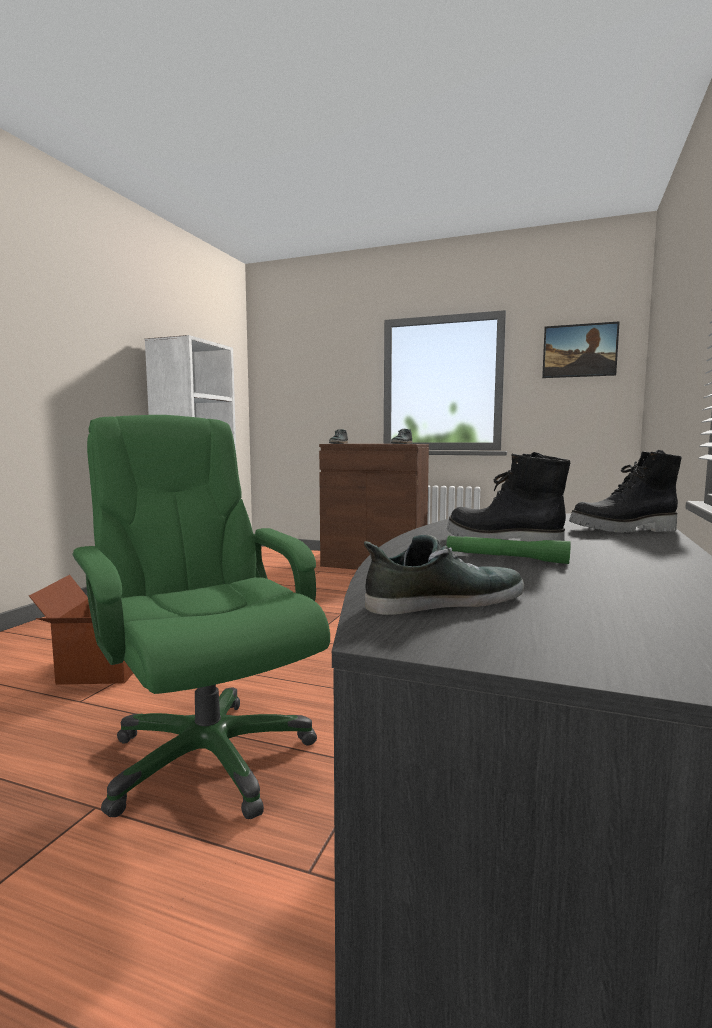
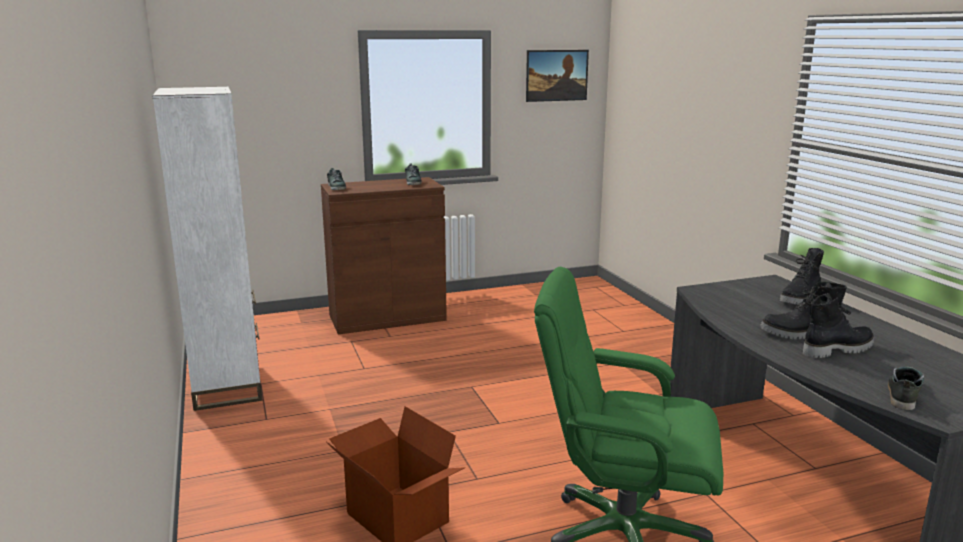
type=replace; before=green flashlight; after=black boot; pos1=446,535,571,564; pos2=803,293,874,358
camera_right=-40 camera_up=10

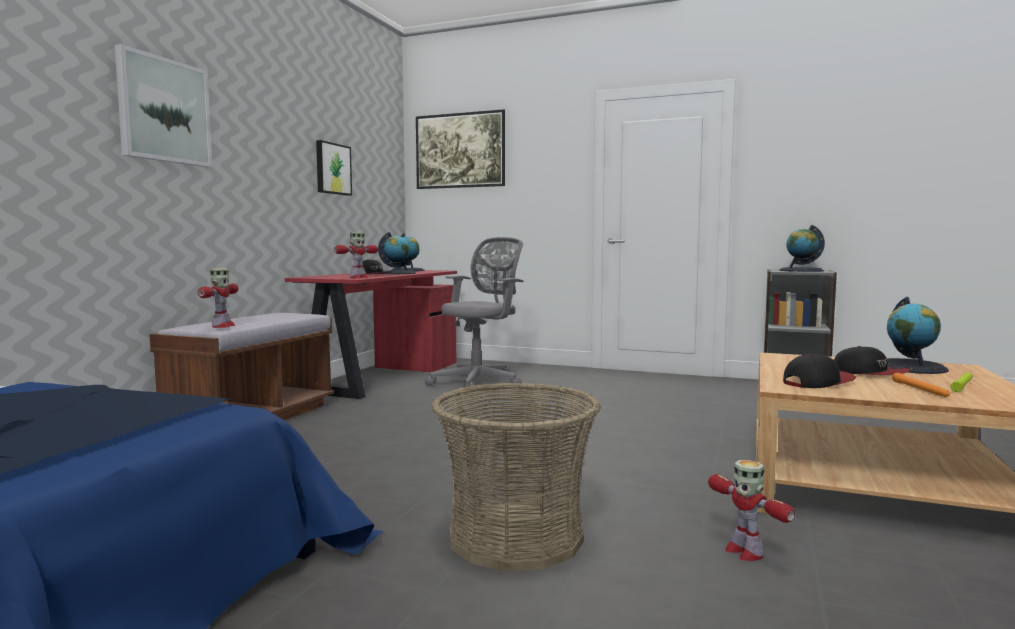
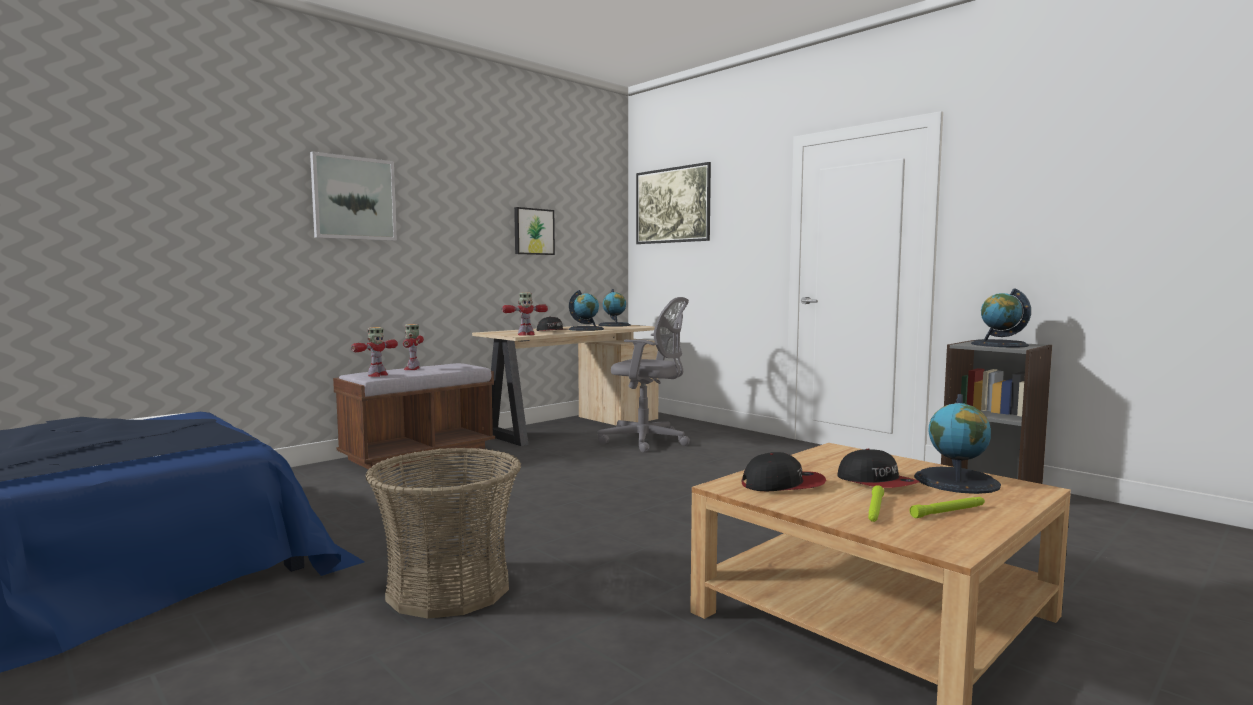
type=recolor; before=red desk; after=beige desk; pos1=285,270,457,399; pos2=472,325,659,446
type=rotate; before=grey office chair; pos1=424,237,524,392; pos2=598,297,690,453; turn=45
type=move; before=toy robot; pos1=708,460,795,561; pos2=403,324,424,370
type=recolor; before=orange flashlight; after=green flashlight; pos1=892,373,950,397; pos2=868,485,884,522
camera_right=25 camera_up=0

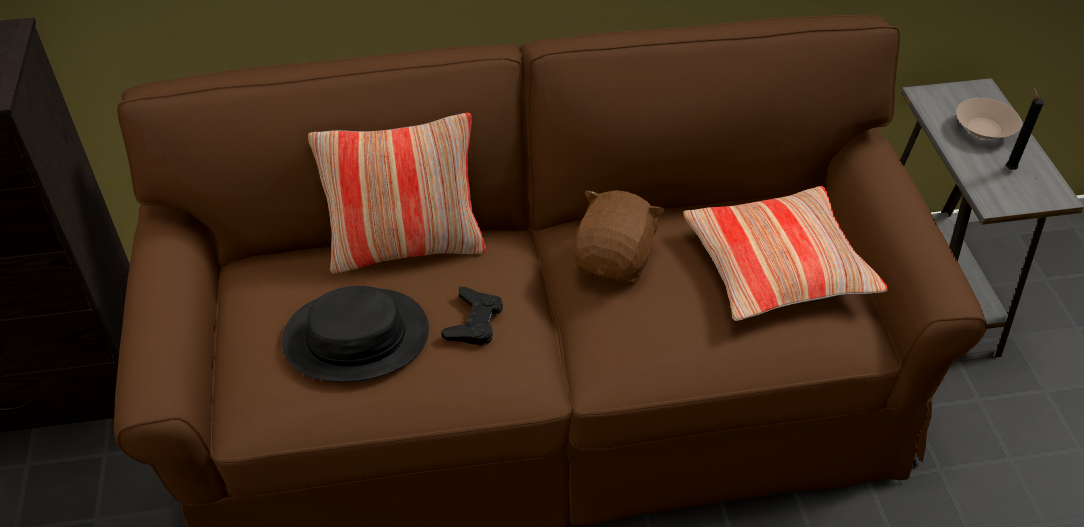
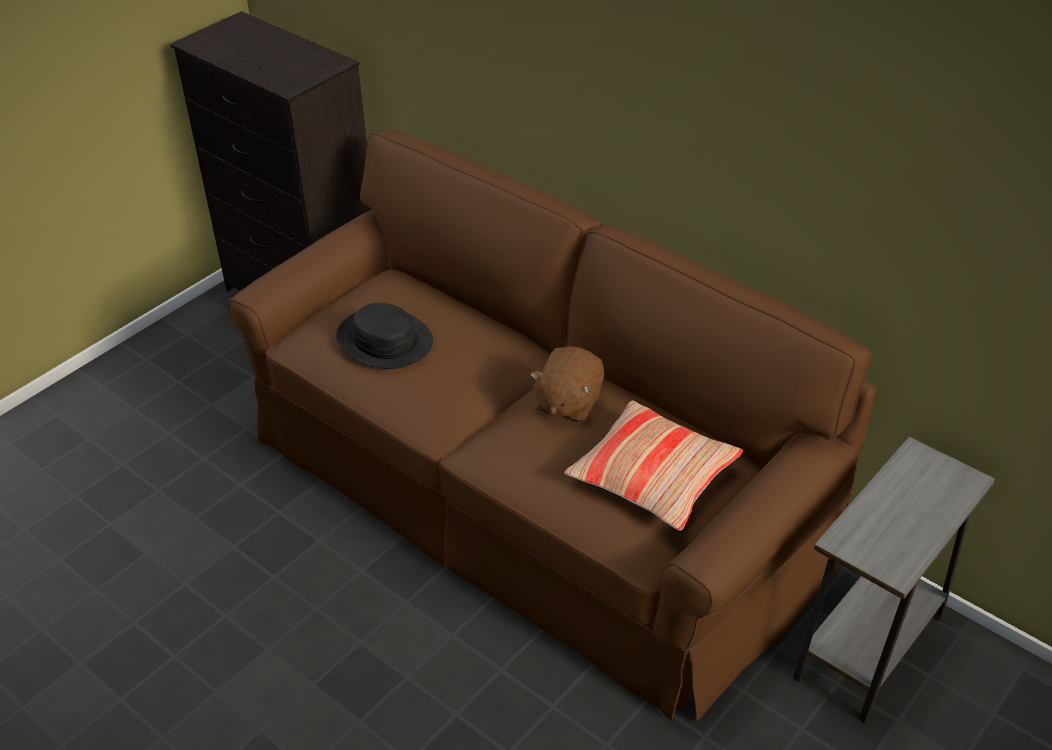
type=delete; before=pillow; pos1=308,113,486,274
type=delete; before=black game controller; pos1=441,287,503,346
type=rotate; before=brown plush toy; pos1=572,190,665,284; pos2=530,346,604,423; turn=135
type=delete; before=beige bowl; pos1=956,98,1021,139
type=delete; before=black candle; pos1=1006,87,1044,170
camera_right=50 camera_up=-5

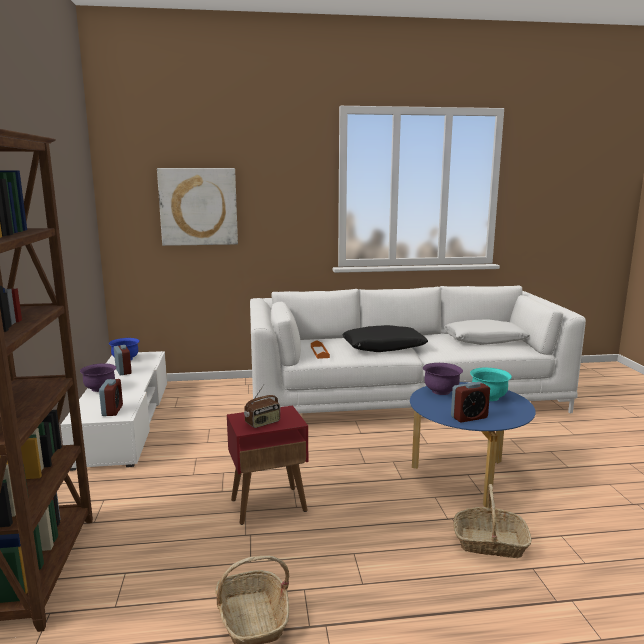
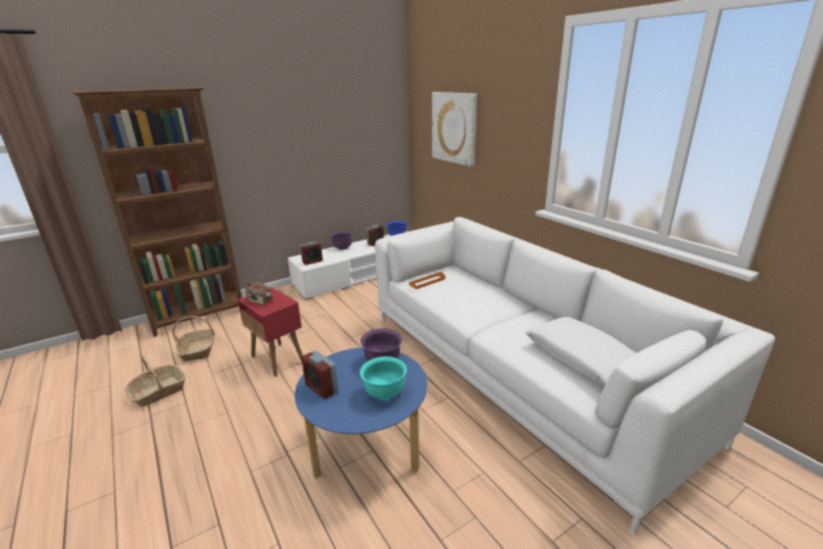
type=delete; before=black pillow; pos1=342,325,428,352
type=move; before=basket; pos1=453,484,532,558; pos2=172,316,216,361
camera_right=65 camera_up=10

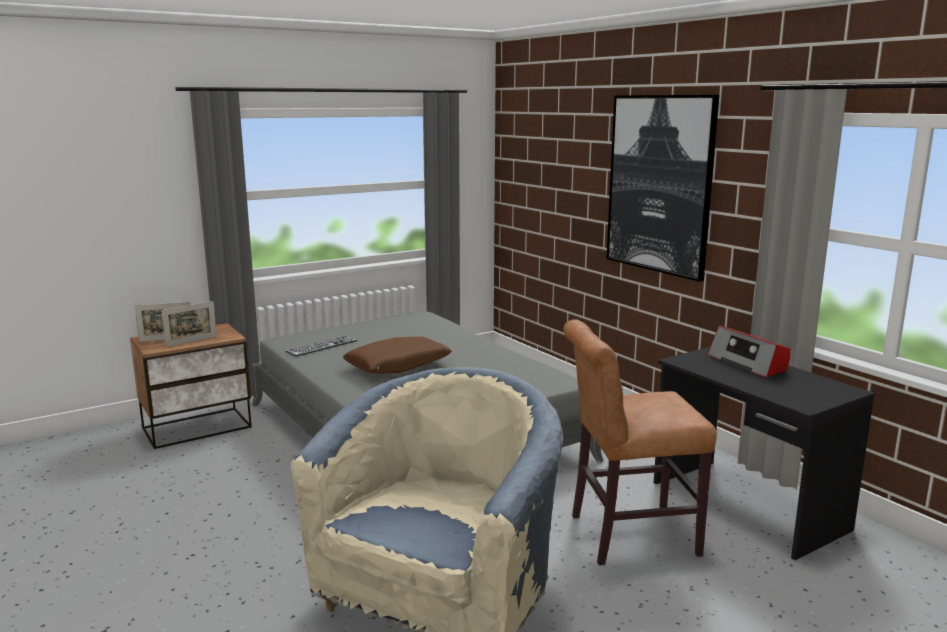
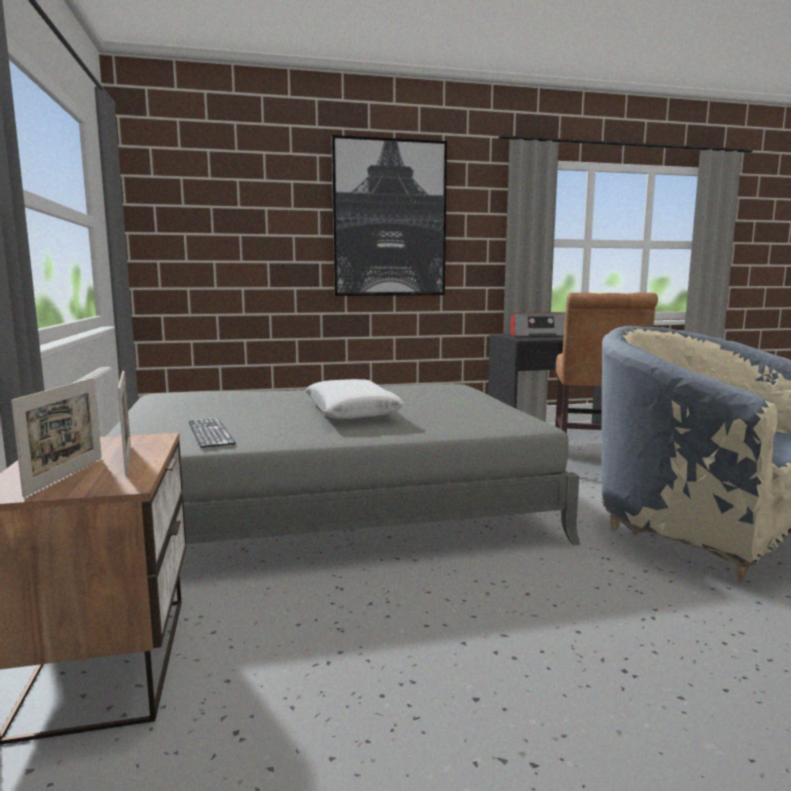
type=recolor; before=brown pillow; after=white pillow; pos1=343,336,452,374; pos2=306,379,405,419
camera_right=-70 camera_up=-5

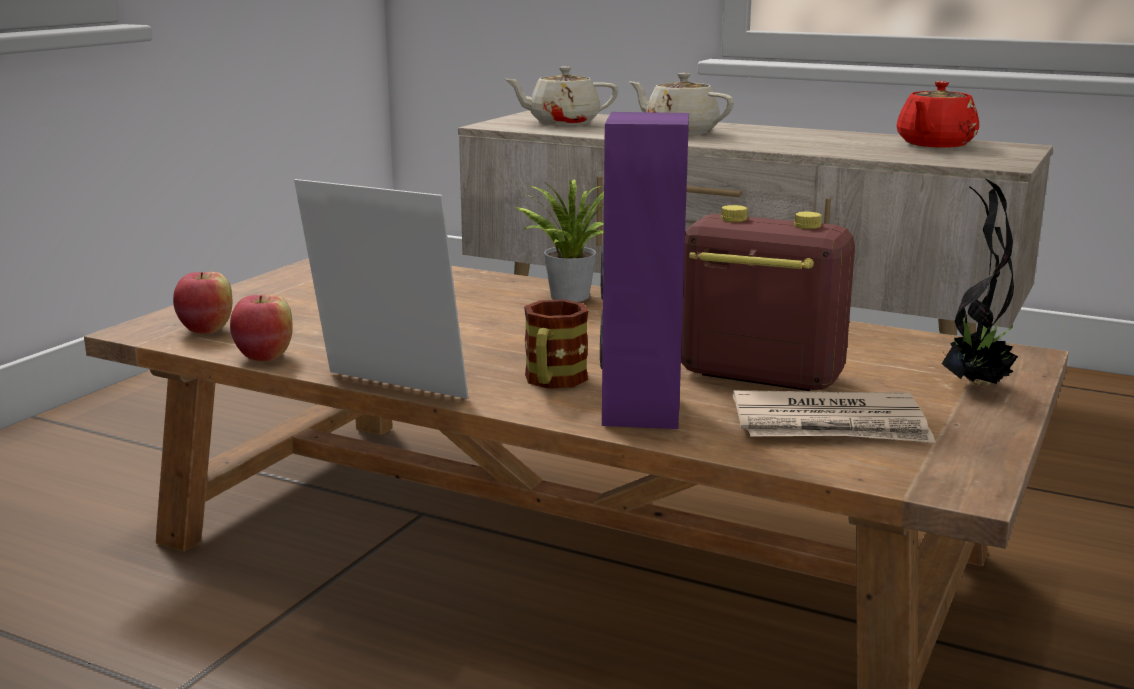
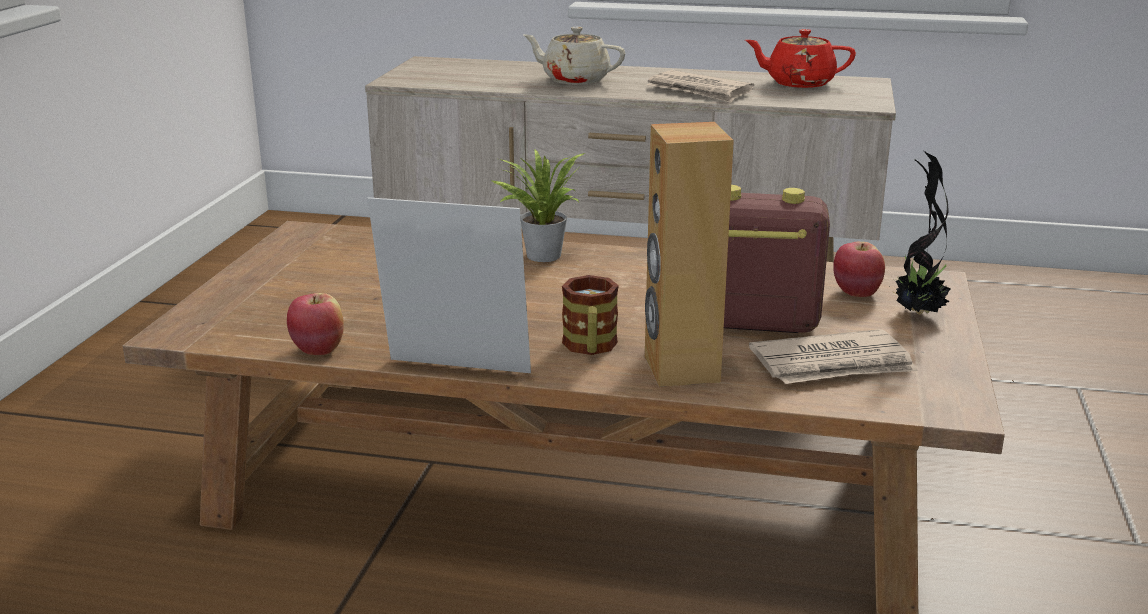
type=move; before=apple; pos1=173,272,232,334; pos2=833,242,885,297
type=delete; before=beige teapot; pos1=504,66,618,126
type=recolor; before=purple speaker; after=brown speaker; pos1=600,112,689,429; pos2=645,122,734,387
type=rotate; before=red teapot; pos1=897,81,979,148; pos2=745,29,856,88; turn=75
type=insert; after=newspaper; pos2=647,70,754,103
camera_right=-15 camera_up=5

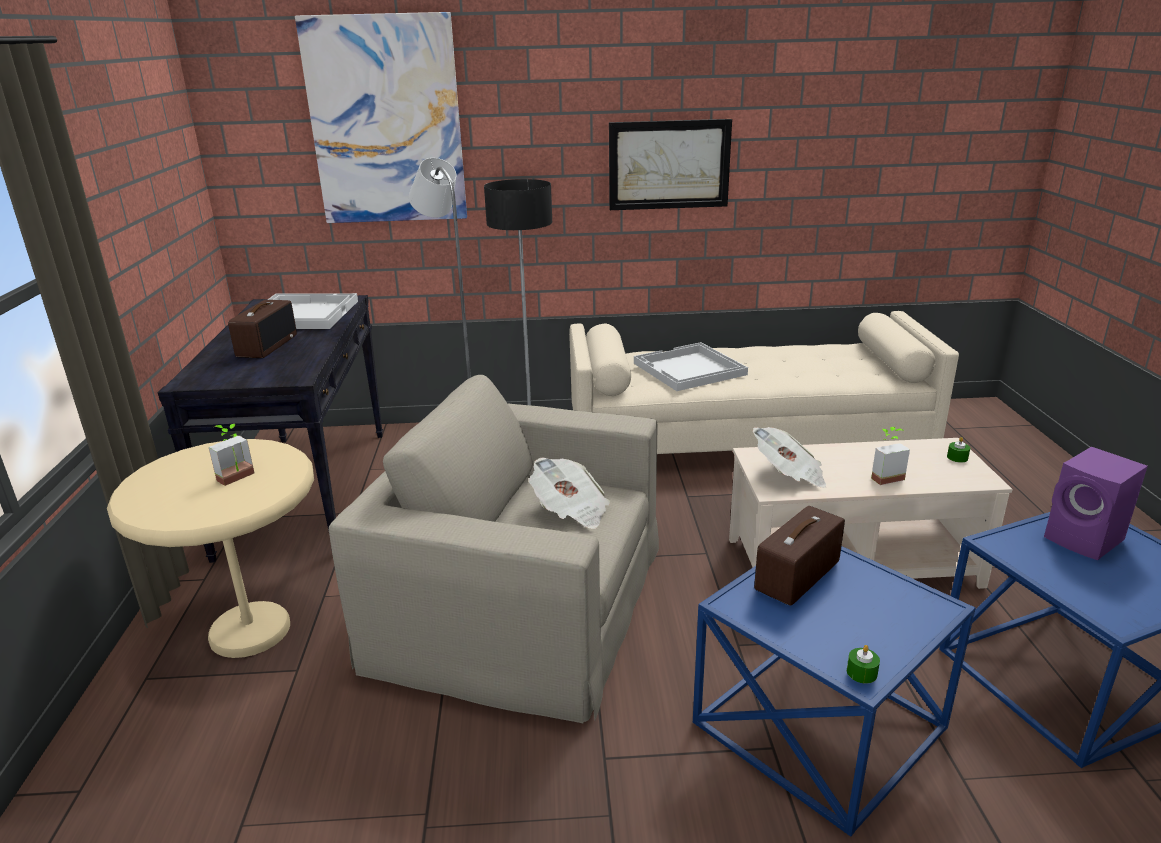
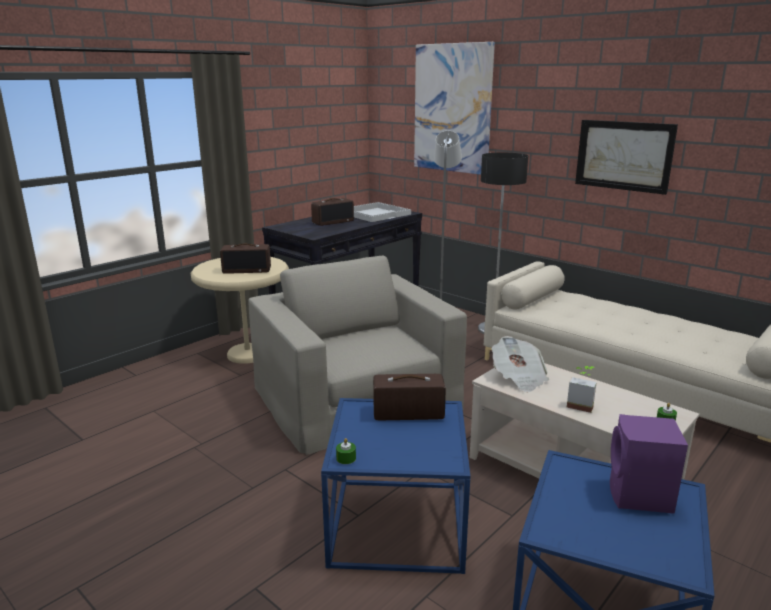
type=replace; before=potted plant; after=radio; pos1=209,424,254,486; pos2=220,243,271,274
type=delete; before=newspaper; pos1=529,457,610,529
type=delete; before=white tray; pos1=634,342,748,391
camera_right=45 camera_up=-5

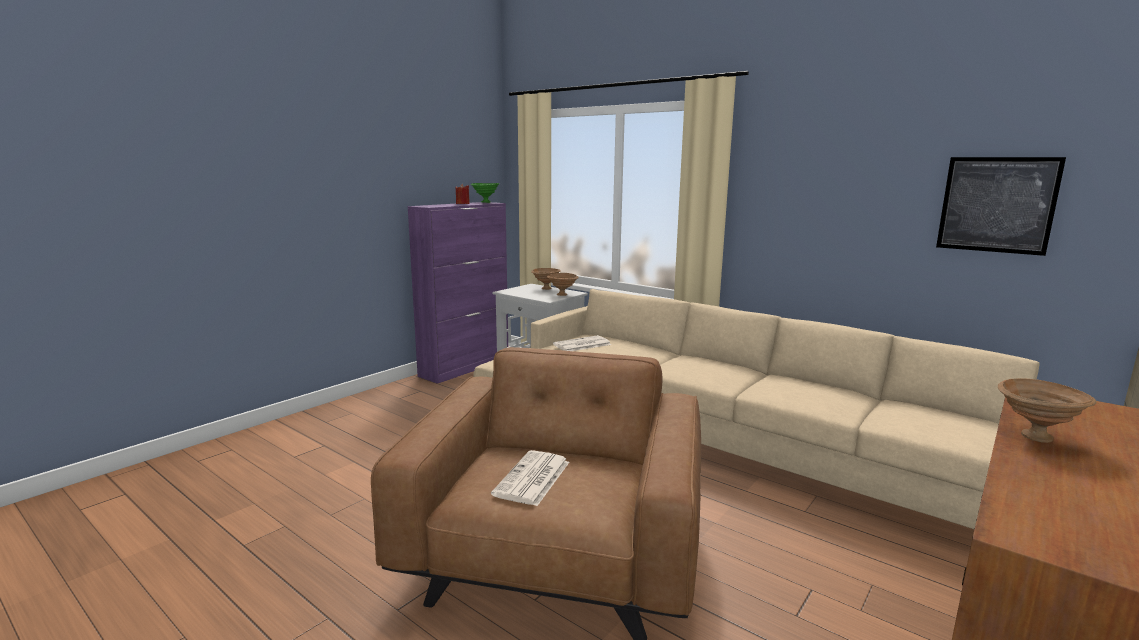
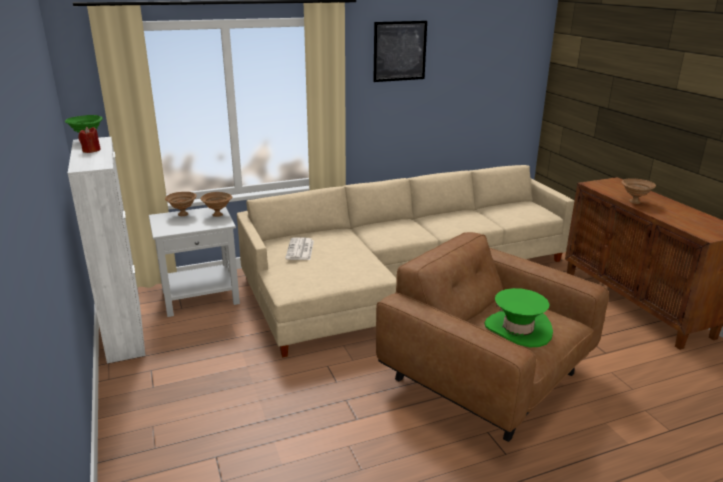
type=recolor; before=purple cabinet; after=white cabinet; pos1=408,202,508,384; pos2=68,137,146,363
type=replace; before=newspaper; after=green hat; pos1=491,450,569,506; pos2=484,288,553,347
type=move; before=picture; pos1=936,157,1066,256; pos2=373,21,427,82
camera_right=-60 camera_up=10

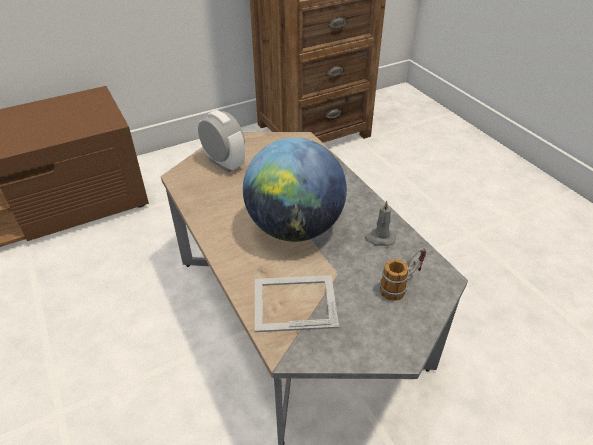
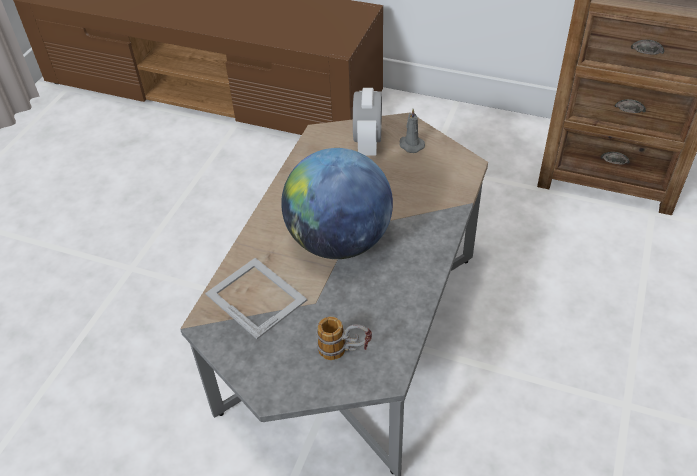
type=move; before=grey candle; pos1=365,201,396,246; pos2=399,109,425,153
camera_right=50 camera_up=5

